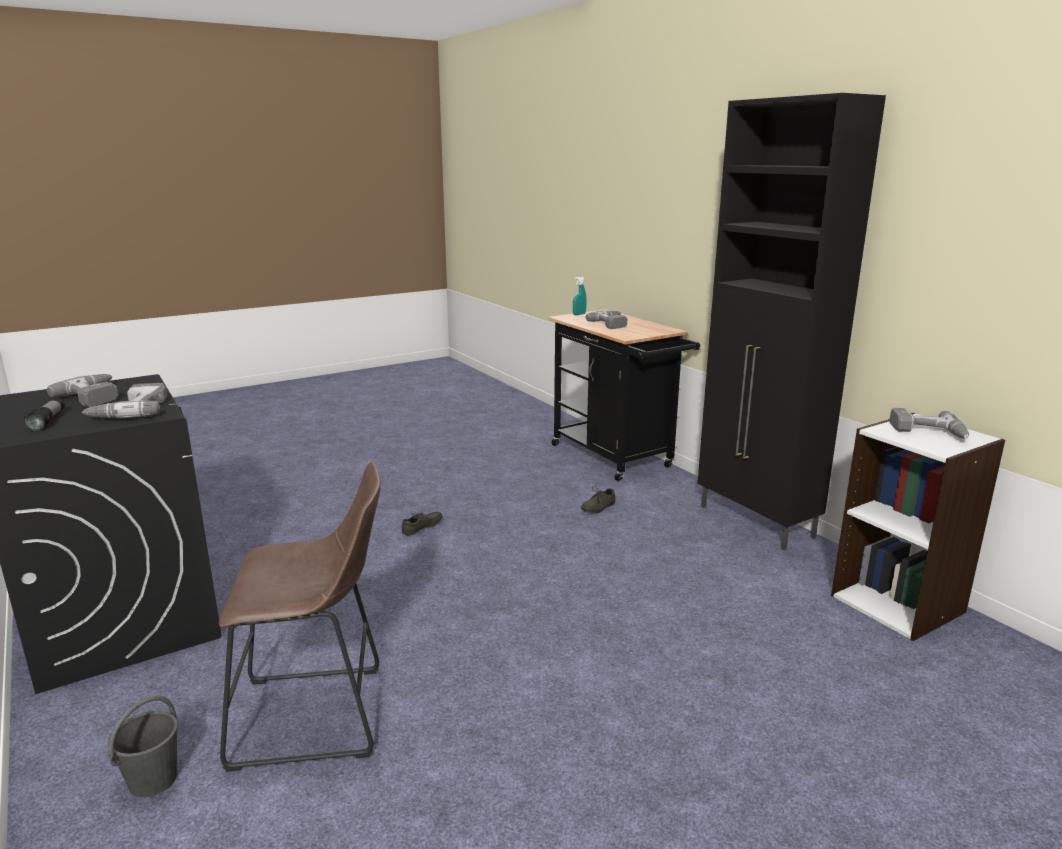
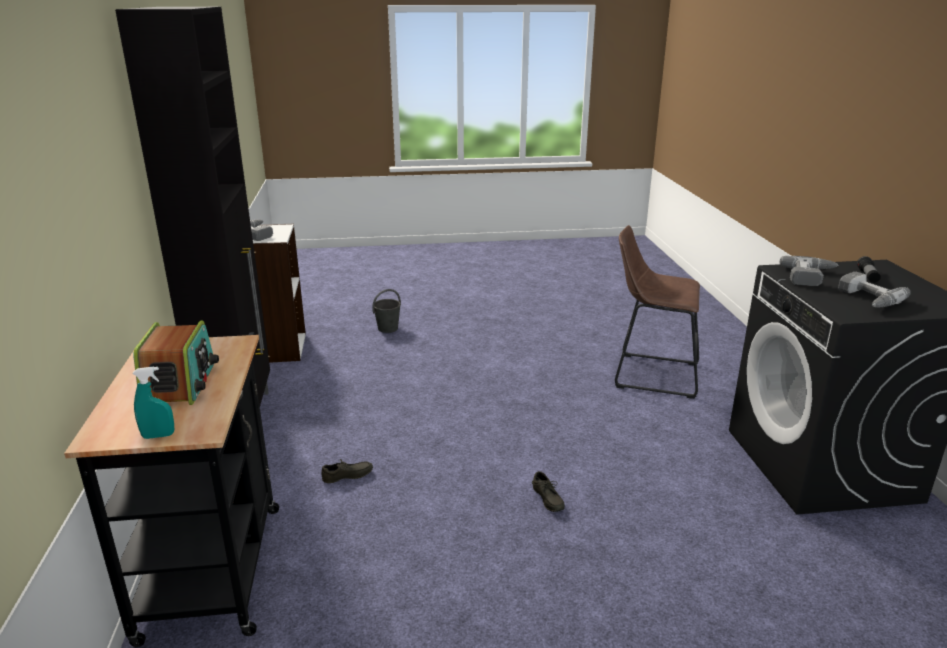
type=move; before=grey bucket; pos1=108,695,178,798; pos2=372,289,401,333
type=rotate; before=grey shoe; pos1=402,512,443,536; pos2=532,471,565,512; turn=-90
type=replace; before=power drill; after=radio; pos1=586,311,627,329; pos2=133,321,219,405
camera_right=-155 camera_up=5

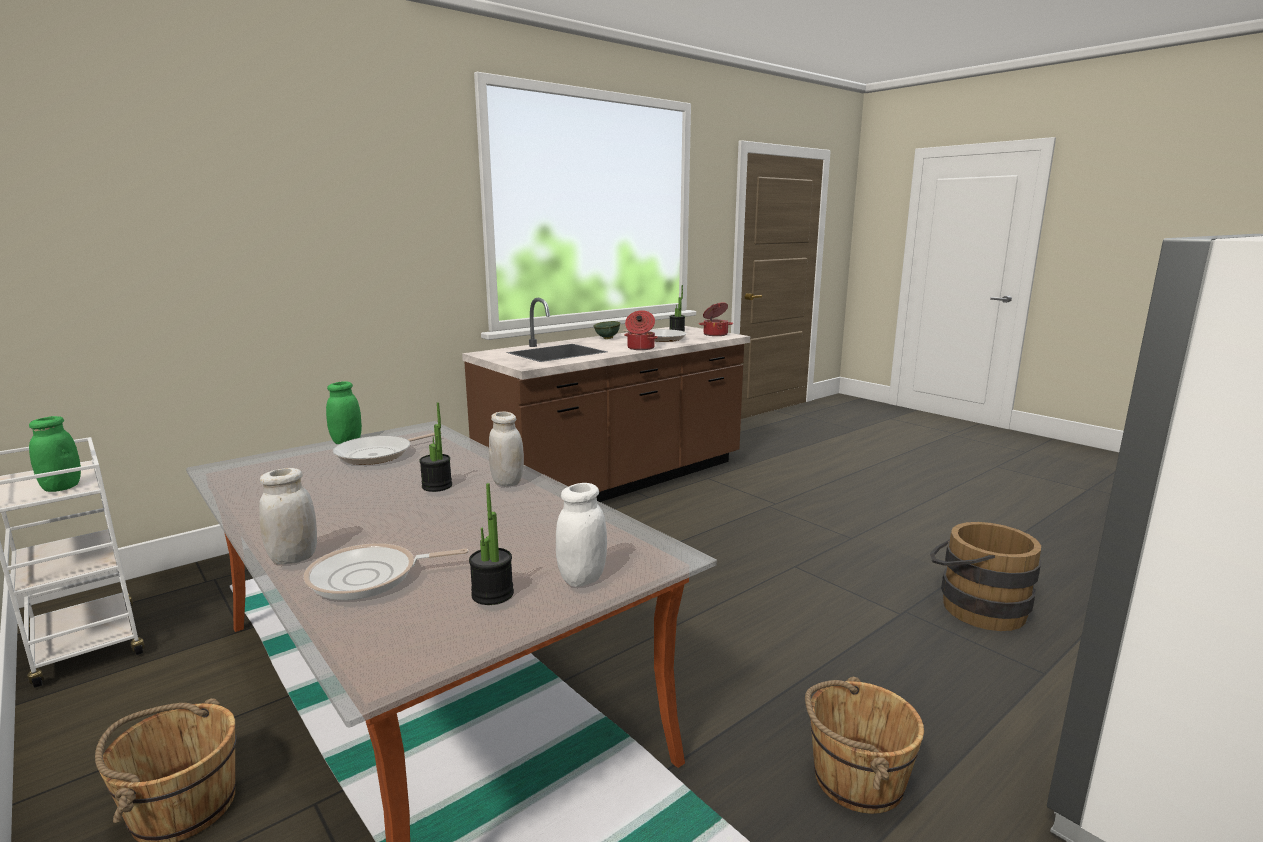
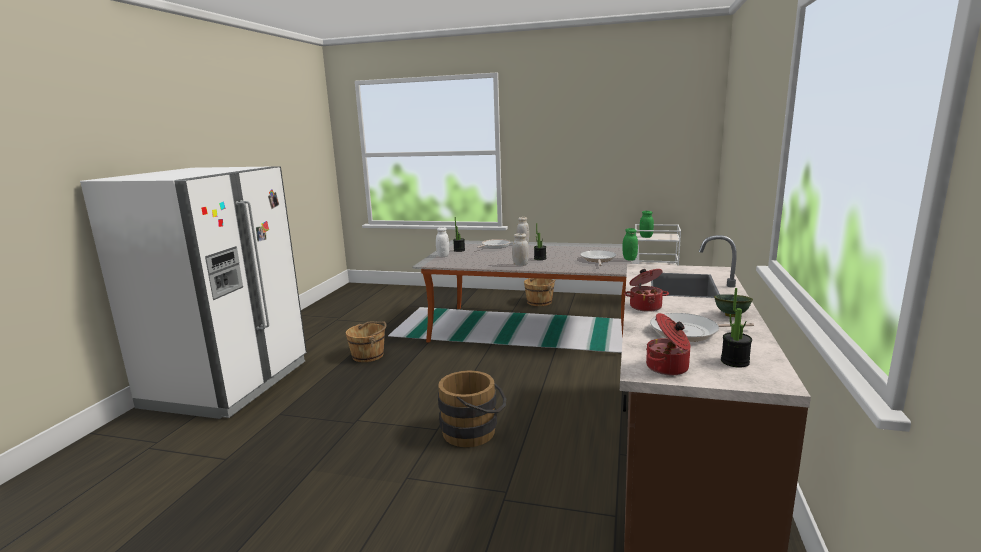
type=move; before=brown bucket; pos1=930,522,1041,631; pos2=438,370,506,447
camera_right=145 camera_up=0

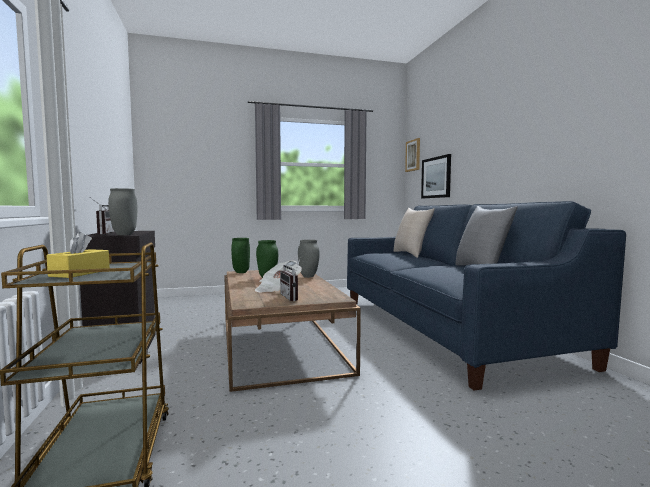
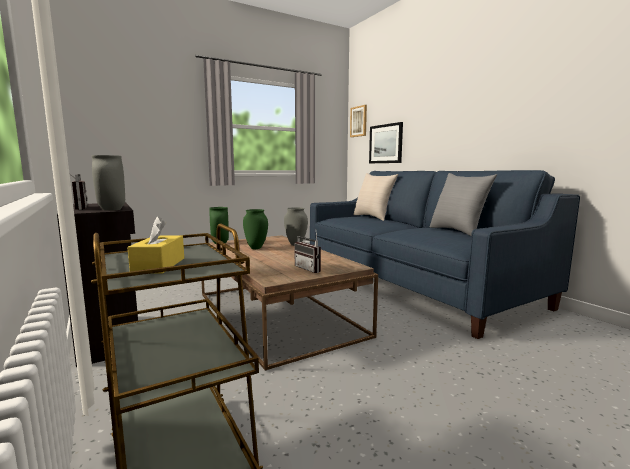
type=delete; before=newspaper; pos1=255,260,302,292
camera_right=-15 camera_up=5

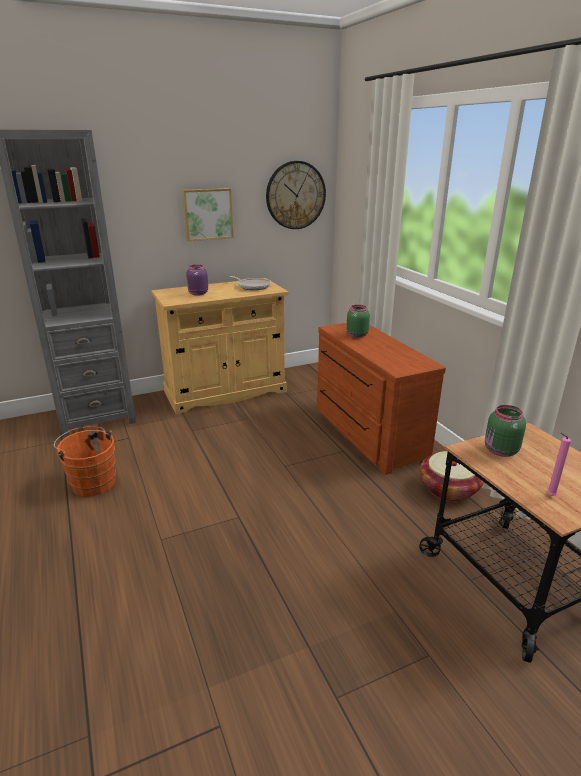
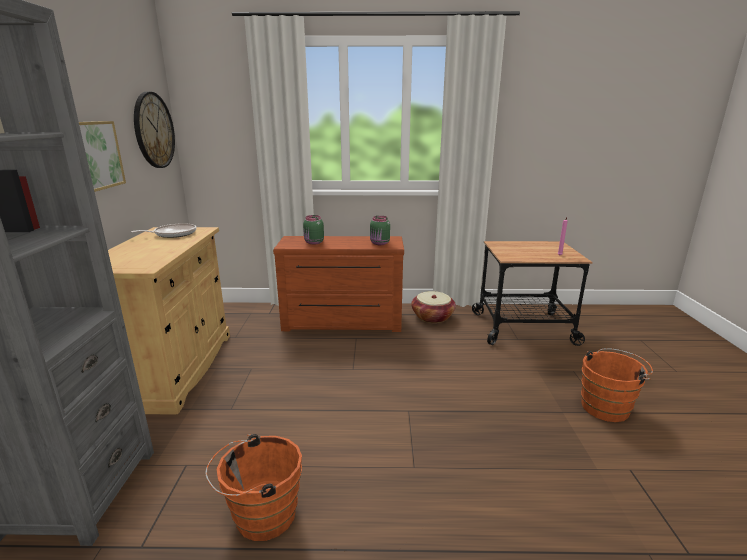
type=delete; before=purple jar; pos1=186,265,208,295
type=move; before=green jar; pos1=485,405,526,457; pos2=370,216,390,245
type=insert; after=orange bucket; pos2=581,348,653,422
camera_right=-65 camera_up=-5

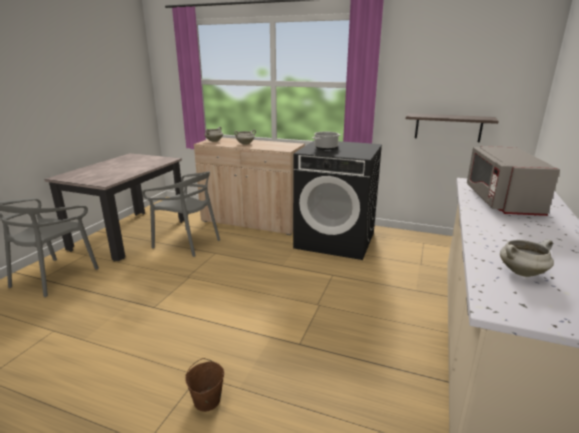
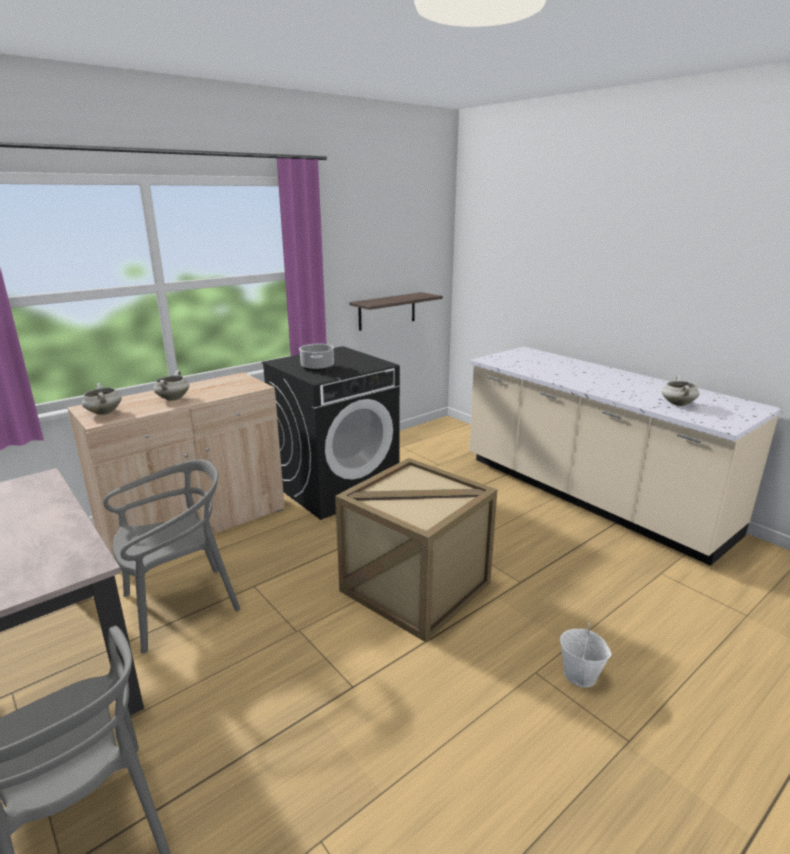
type=recolor; before=brown bucket; after=white bucket; pos1=185,358,224,412; pos2=560,622,612,687
type=delete; before=grey microwave; pos1=467,146,560,216
type=insert; after=crate; pos2=335,458,497,642
camera_right=-60 camera_up=0

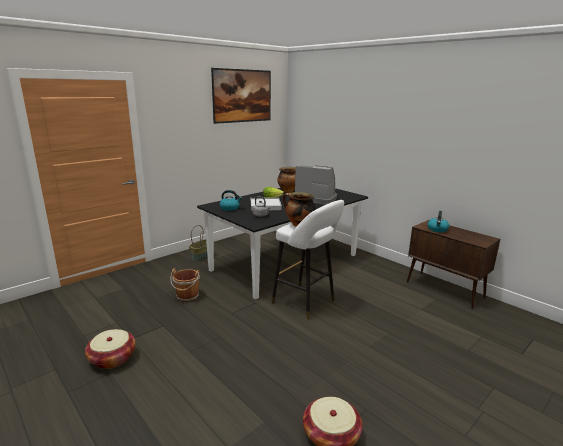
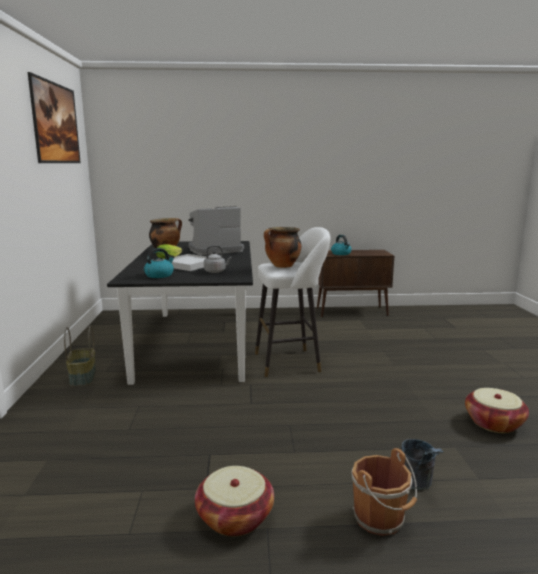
type=move; before=brown bucket; pos1=170,268,200,302; pos2=352,448,417,536
type=insert; after=grey bucket; pos2=401,439,444,490
camera_right=-50 camera_up=-5

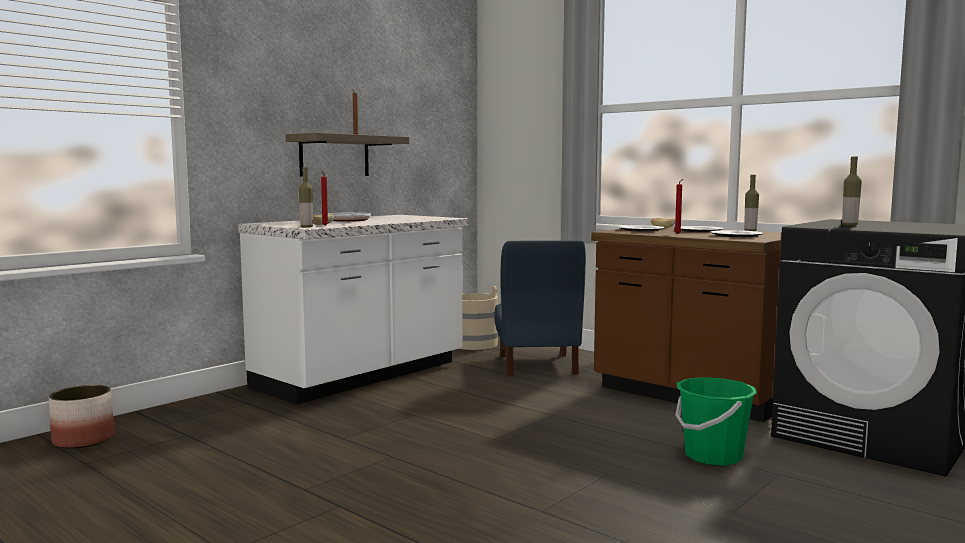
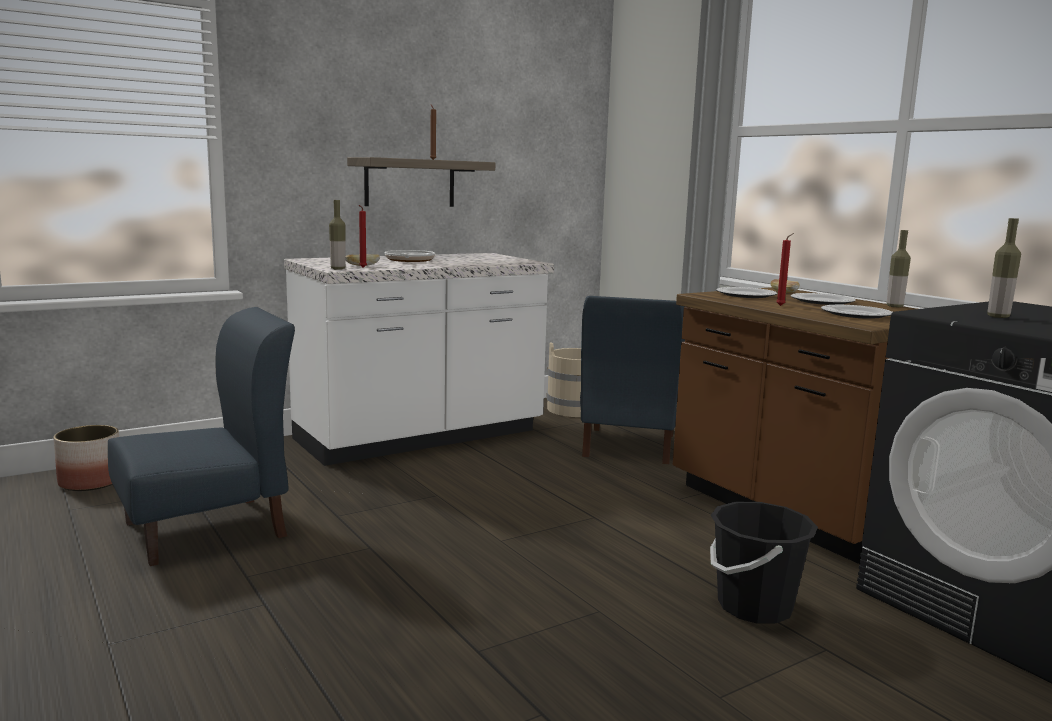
type=recolor; before=green bucket; after=black bucket; pos1=675,377,757,466; pos2=710,502,818,624
type=insert; after=blue chair; pos2=108,307,295,566
camera_right=15 camera_up=5

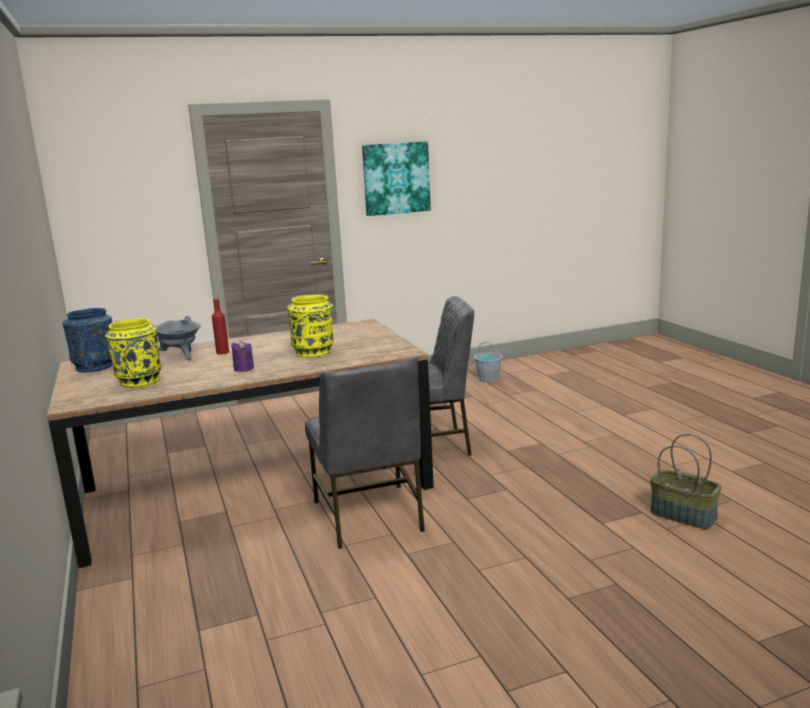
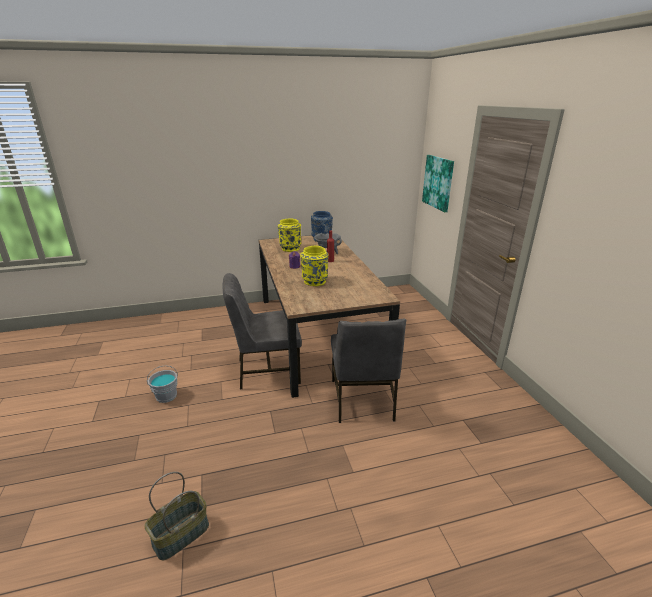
type=move; before=picture; pos1=362,141,431,216; pos2=422,155,454,212
type=move; before=grey bucket; pos1=474,342,502,382; pos2=147,366,178,403
camera_right=95 camera_up=10

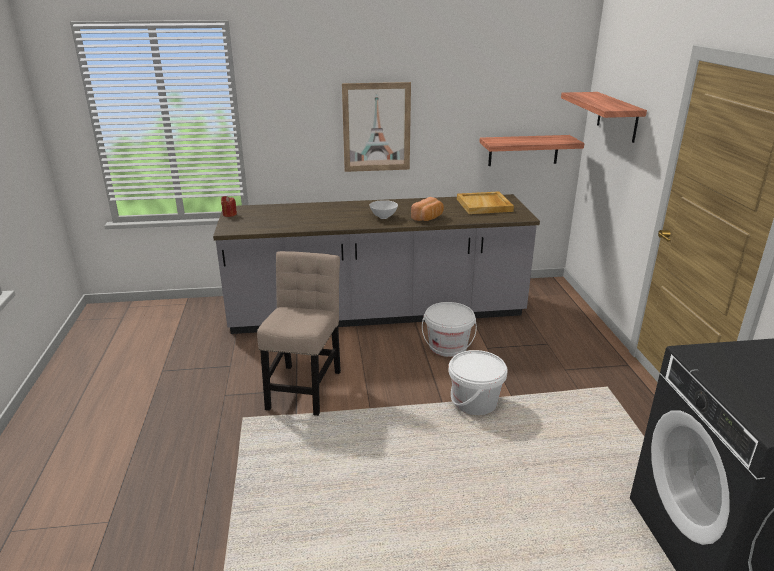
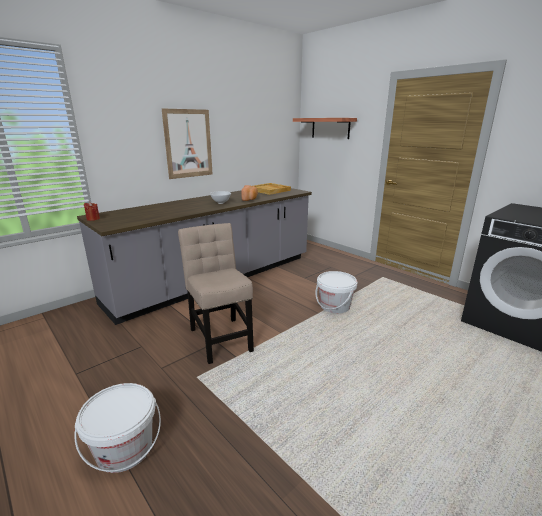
type=move; before=white bucket; pos1=422,302,477,357; pos2=74,383,161,473
type=delete; before=shelf; pos1=479,135,585,166
camera_right=-35 camera_up=-5

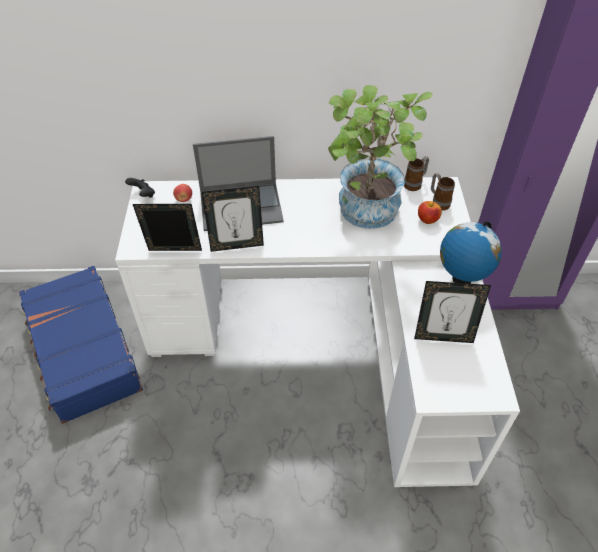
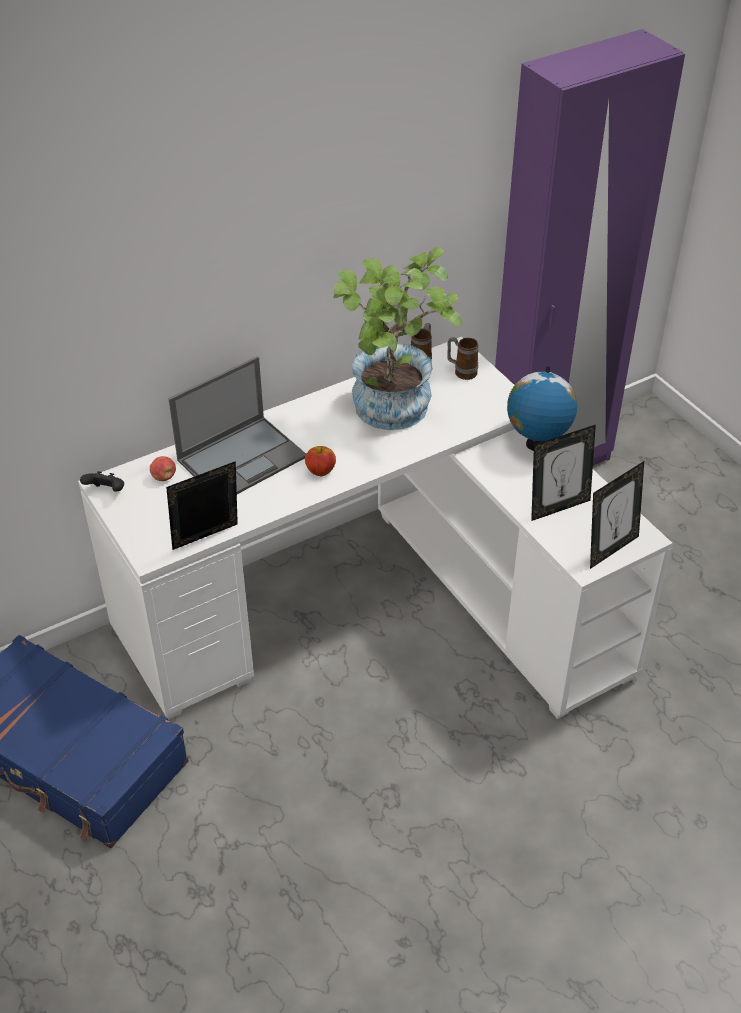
type=move; before=picture frame; pos1=202,186,264,252; pos2=590,461,644,569
type=move; before=apple; pos1=418,201,442,224; pos2=305,446,336,476
camera_right=-30 camera_up=-5

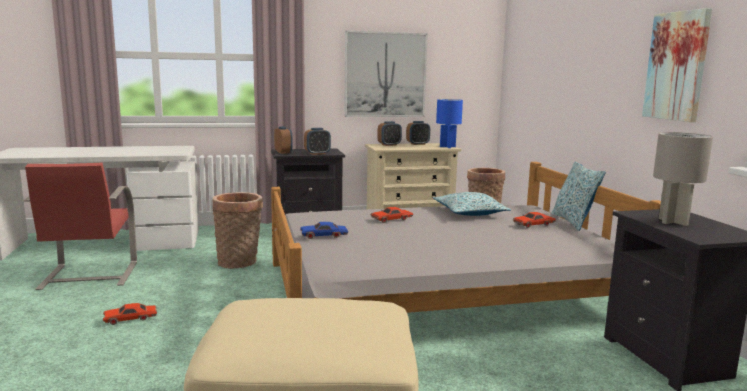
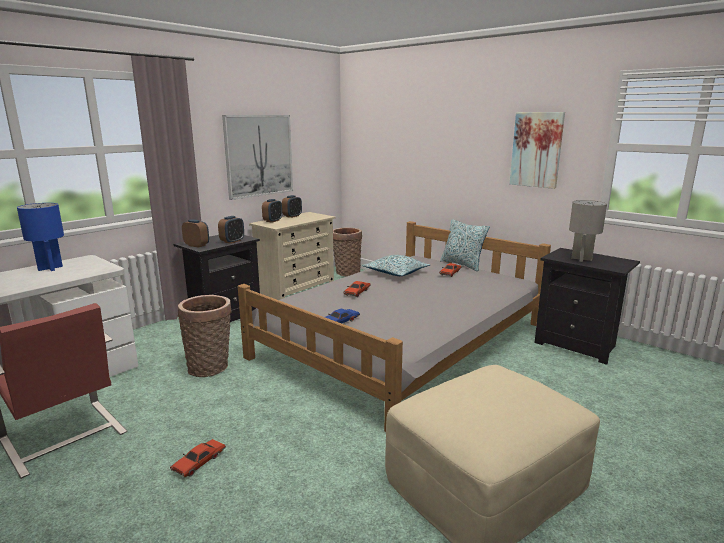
type=move; before=blue table lamp; pos1=436,99,463,148; pos2=17,203,64,271
camera_right=-35 camera_up=5

